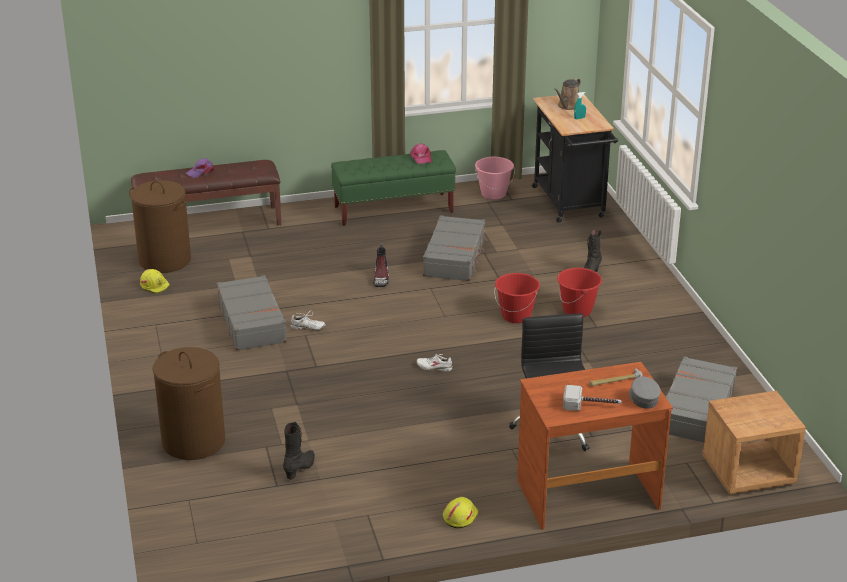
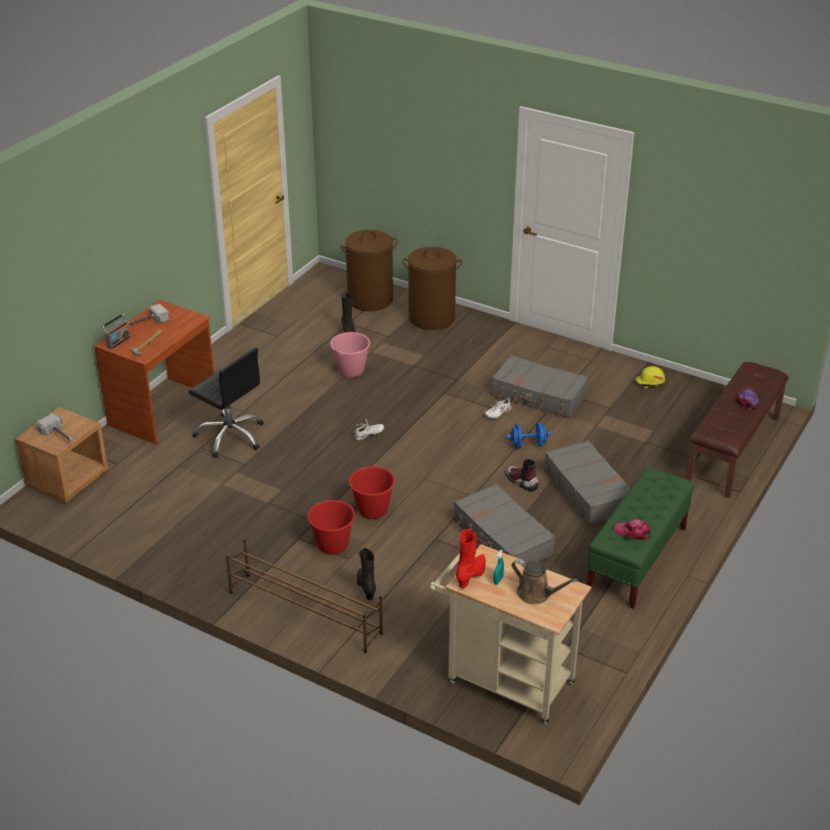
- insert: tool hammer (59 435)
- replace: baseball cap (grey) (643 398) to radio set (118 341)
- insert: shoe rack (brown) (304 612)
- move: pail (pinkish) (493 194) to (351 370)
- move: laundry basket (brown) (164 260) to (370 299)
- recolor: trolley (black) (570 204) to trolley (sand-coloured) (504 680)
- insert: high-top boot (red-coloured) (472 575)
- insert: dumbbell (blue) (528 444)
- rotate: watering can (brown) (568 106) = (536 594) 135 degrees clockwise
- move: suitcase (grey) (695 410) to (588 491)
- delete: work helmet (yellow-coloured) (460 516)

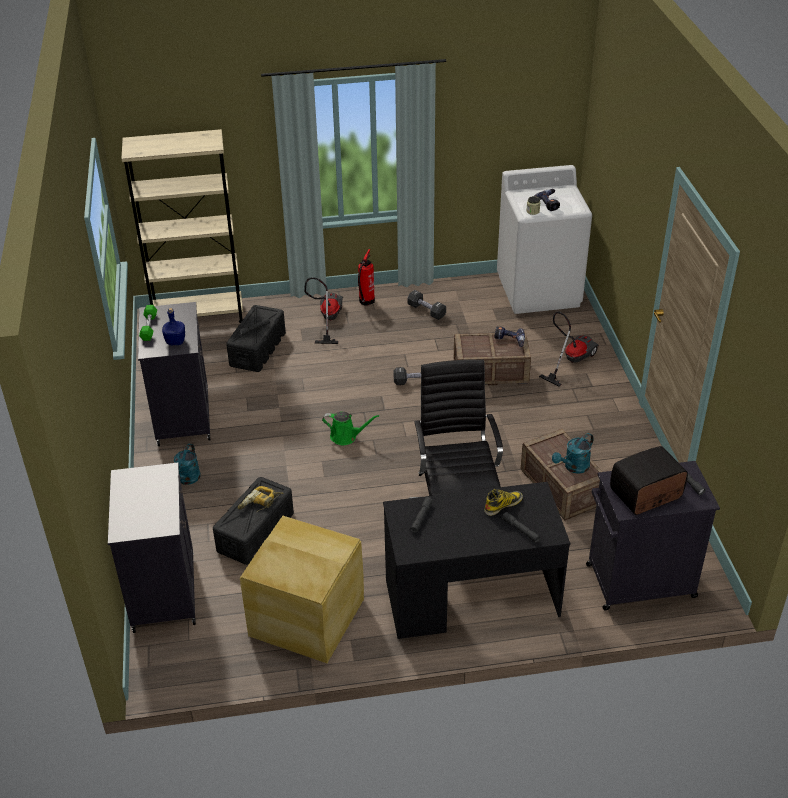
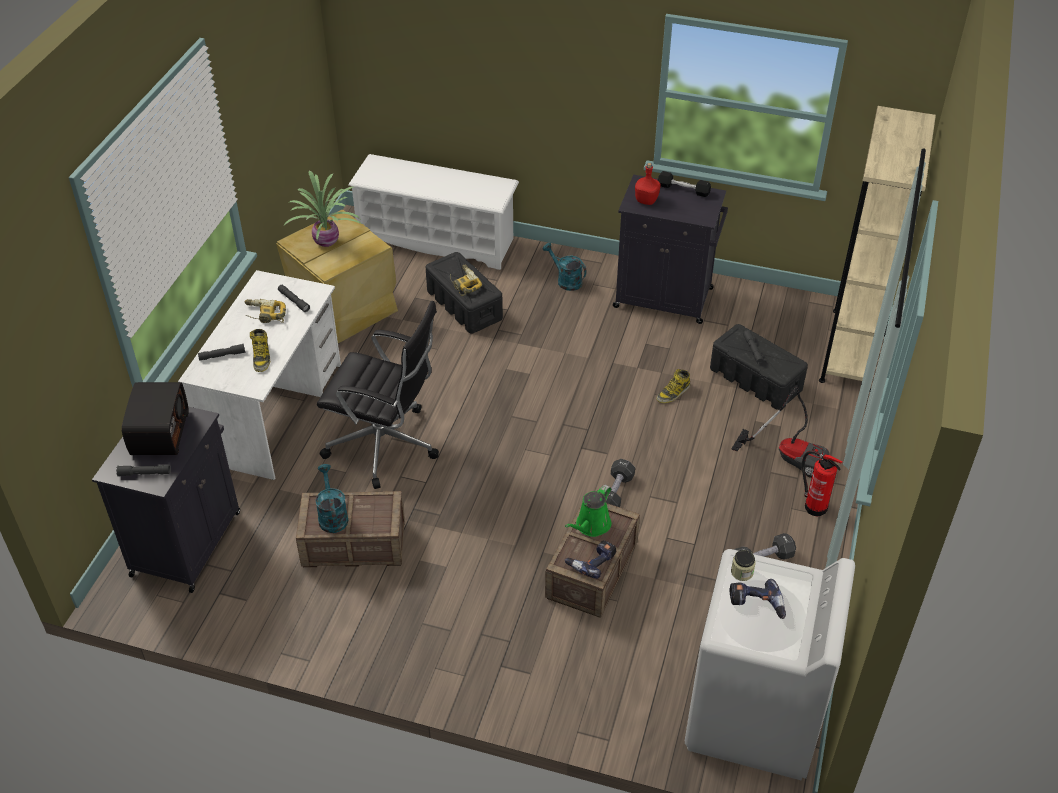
- recolor: desk table (black) (471 598) to desk table (whitish) (274 413)
- insert: power drill (265 315)
- insert: plant in a pot (327 241)
- replace: cupboard (black) (164 590) to shoe rack (whitish) (437 240)
- move: watering can (green) (346 437) to (591 526)
- recolor: drink bottle (blue) (175 342) to drink bottle (red-coloured) (646 200)
- insert: high-top boot (673 393)
- recolor: dumbbell (green) (149 327) to dumbbell (black) (683 189)
- delete: vacuum cleaner (570 360)

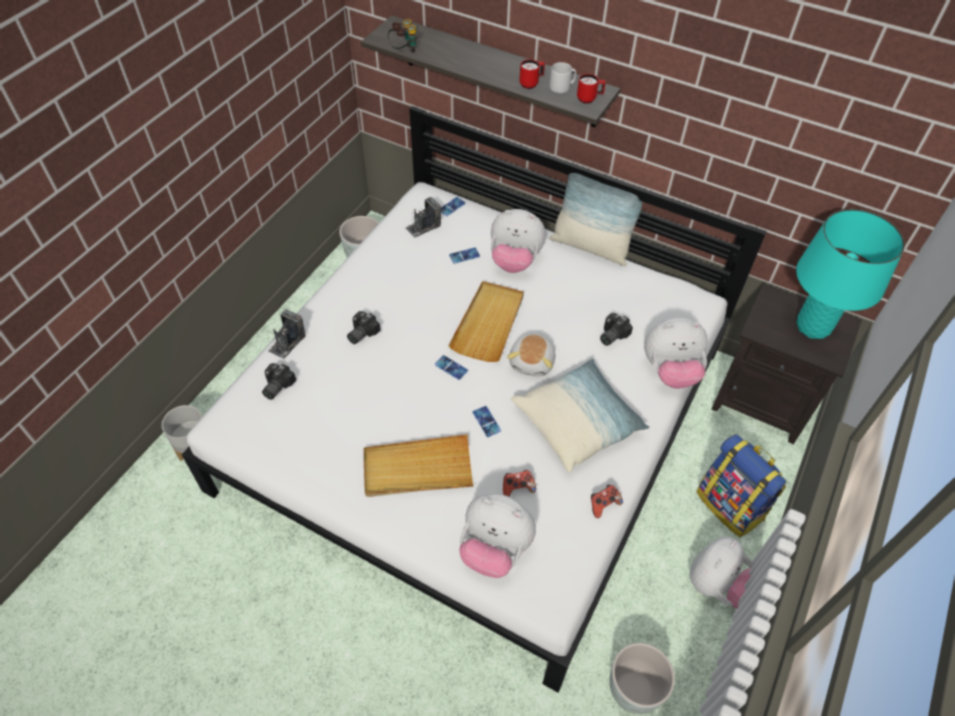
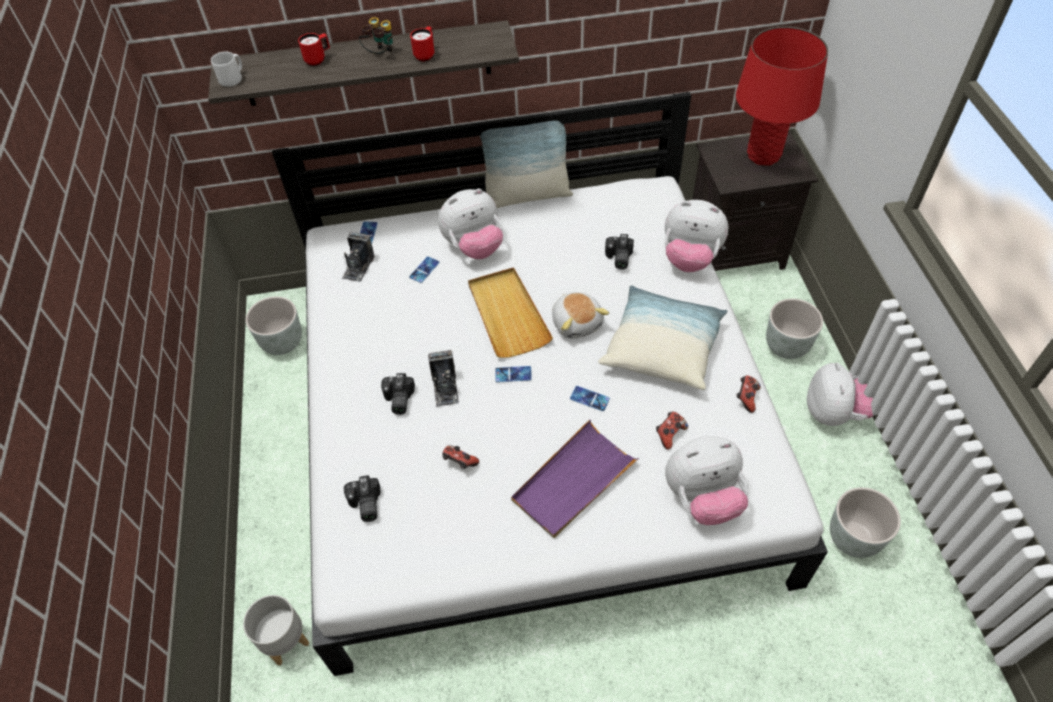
- move: tea mug (grey) (562 87) to (233 78)
- move: tea mug (red-coloured) (589 99) to (318 59)
- move: binoculars (403 50) to (380 54)
- move: photo camera (287 343) to (445 388)
- insert: game controller (460 463)
- recolor: tray (sand-coloured) (417 469) to tray (purple-coloured) (573 481)
- rotate: cuddly toy (670 371) = (690 258) 60 degrees clockwise
- recolor: table lamp (turquoise) (812 327) to table lamp (red-coloured) (763 156)
- replace: knapsack (731 505) to flower pot (grey) (787 346)

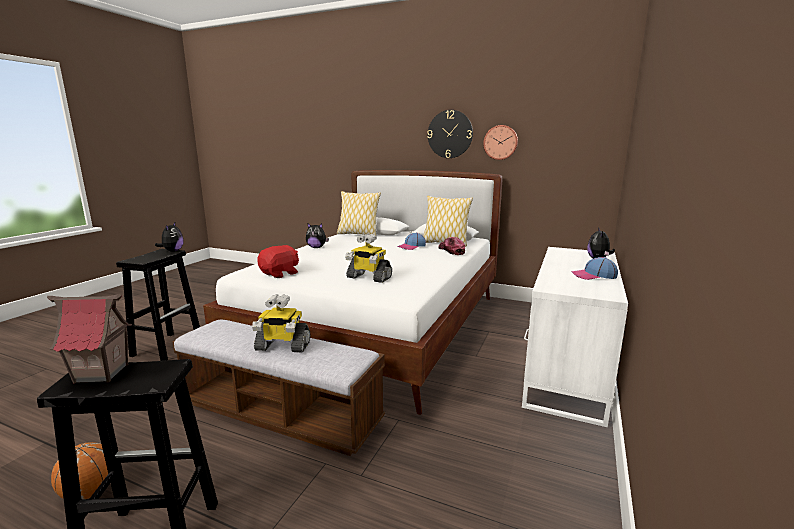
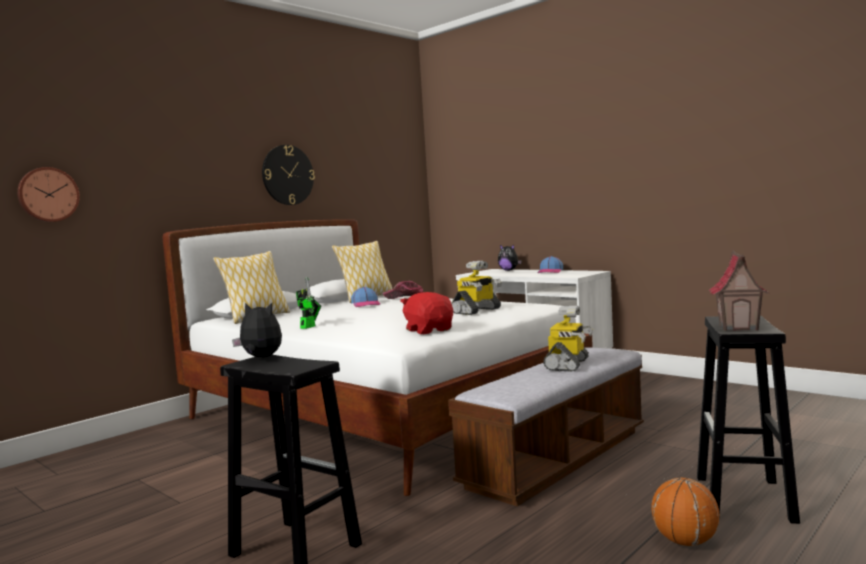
- move: clock on the wall (500 142) to (48 194)
- replace: cuddly toy (316 247) to model robot (309 326)

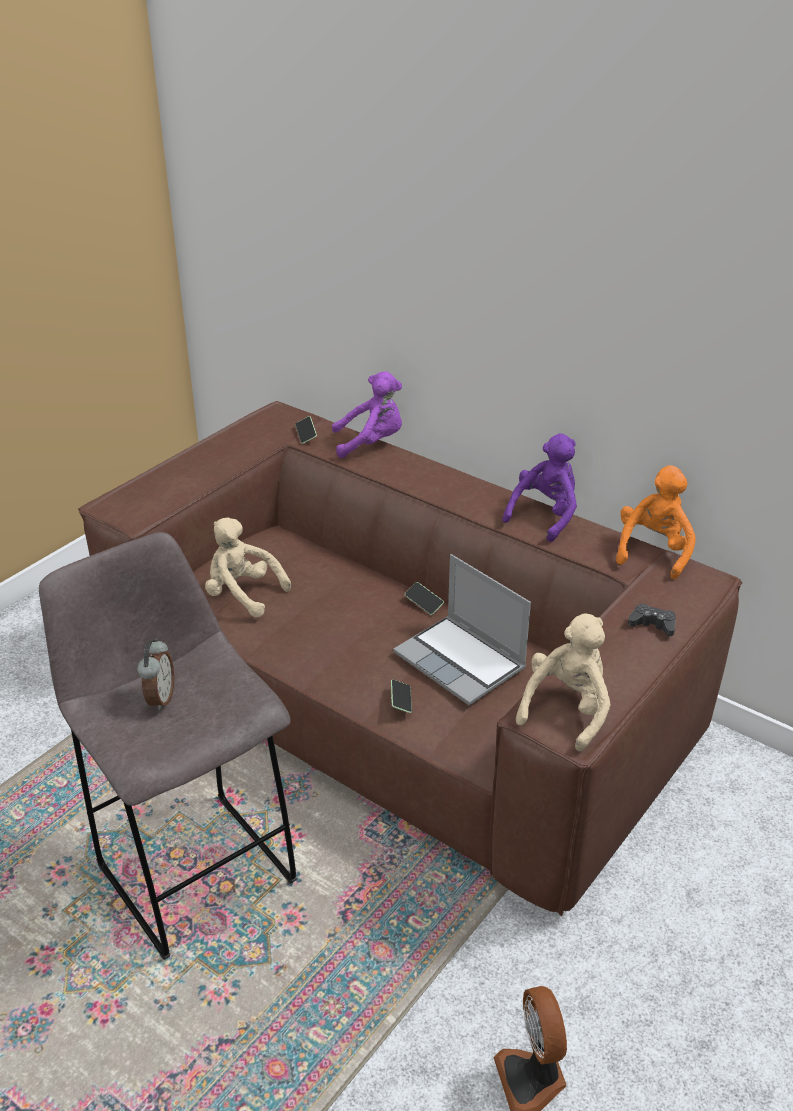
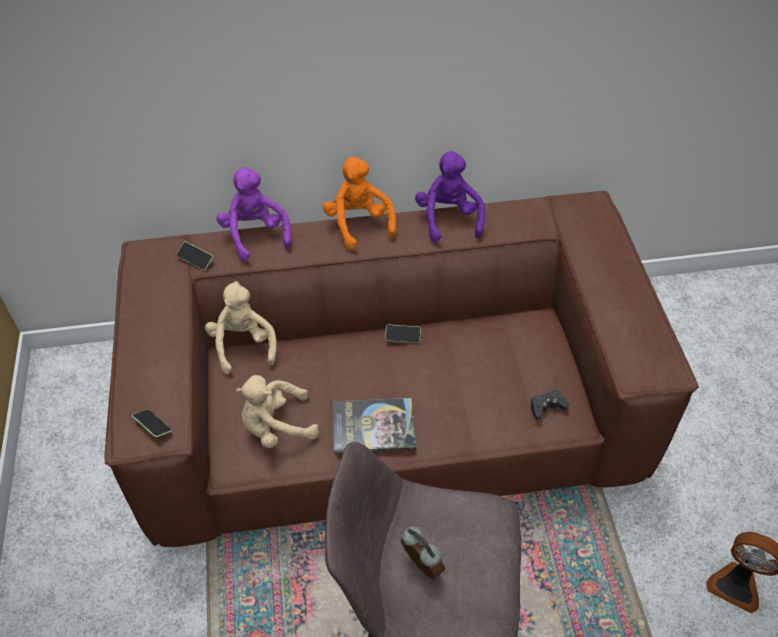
- move: handset (401 701) to (153 426)
- move: cuddly toy (sand-coloured) (567 709) to (243 344)
- rotate: cuddly toy (purple-coloured) (371 443) = (255 234) 60 degrees counterclockwise
- move: cuddly toy (orangey) (653 551) to (358 223)
- insert: volume (373 426)
- move: game controller (black) (652 624) to (547 407)
- delete: notebook computer (462 662)

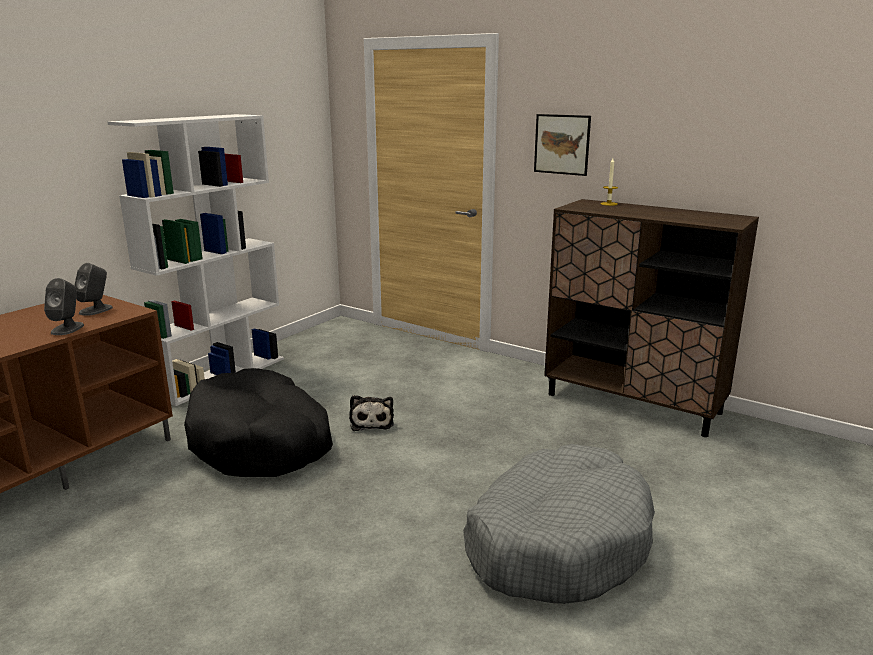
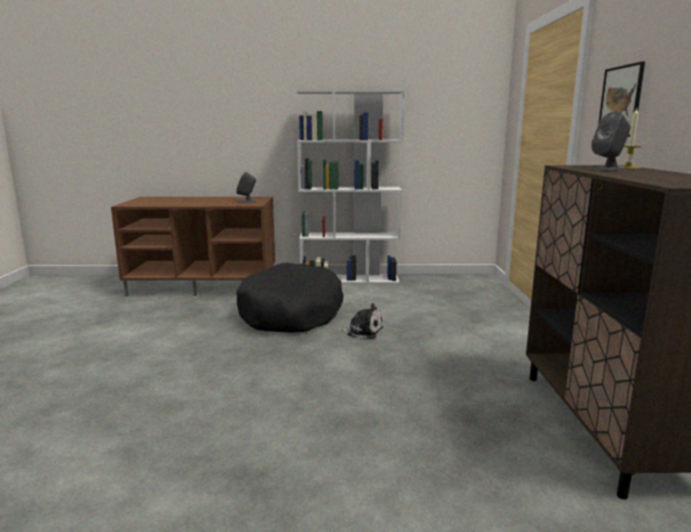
- rotate: cuddly toy (371 422) = (362 331) 120 degrees counterclockwise
- move: loudspeaker (grey) (67 328) to (607 169)
- delete: dog cushion (grey) (557 542)

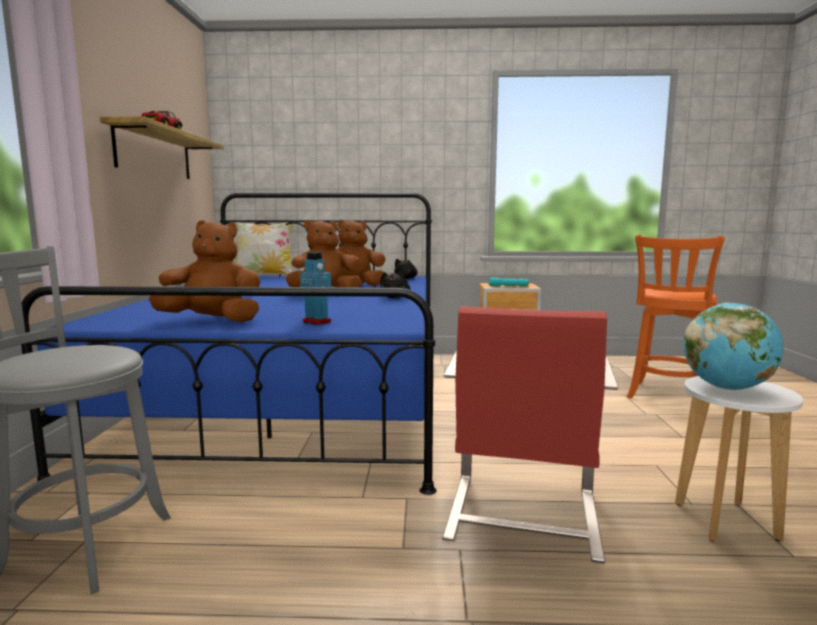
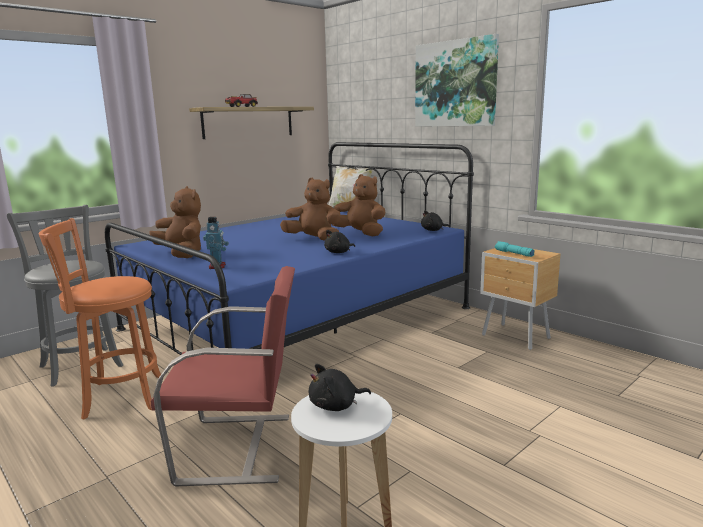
- move: stool seat (orangey) (666 397) to (119 396)
- rotate: plain chair (red-coloured) (521 517) = (239 448) 150 degrees counterclockwise
- replace: world globe (727 388) to cuddly toy (black) (336 406)
- insert: picture (455 84)

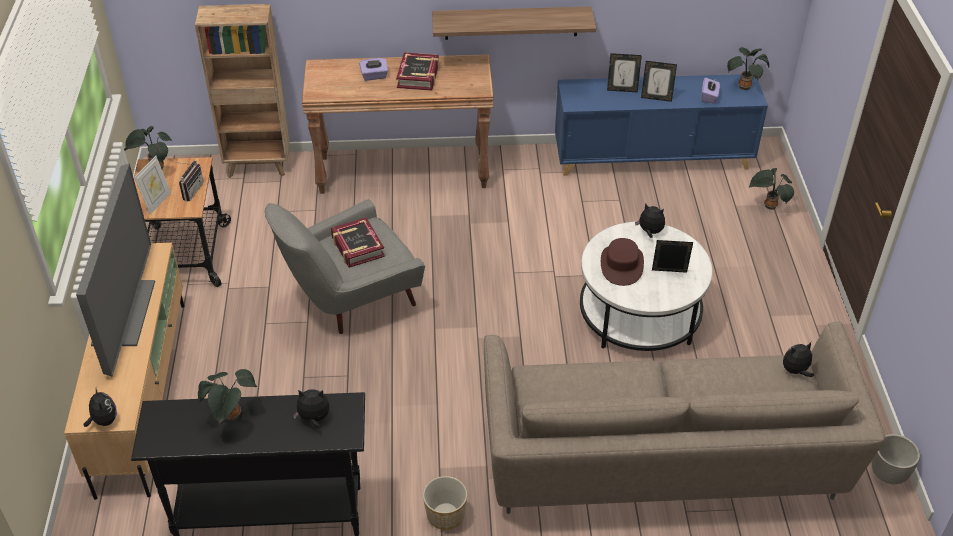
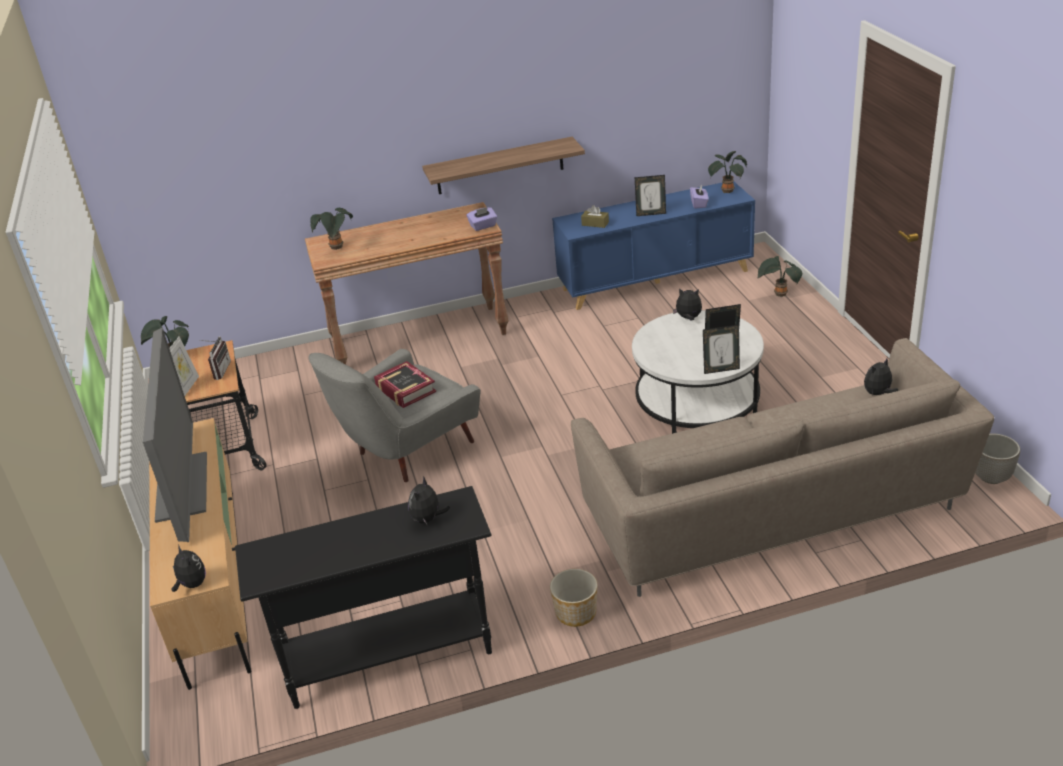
- move: plant in a pot (232 417) to (337 248)
- rotate: cuddly toy (314 419) = (428 519) 60 degrees counterclockwise
- move: box of tissues (purple-coloured) (374 76) to (483 226)
- insert: box of tissues (brown) (595 224)
- move: picture frame (622 90) to (721 369)
- delete: bookcase (brown) (258 166)
- delete: volume (418 76)
- delete: wearable hat (brown) (621 265)

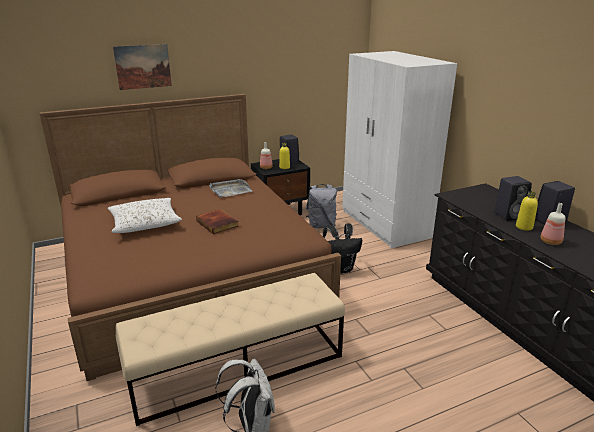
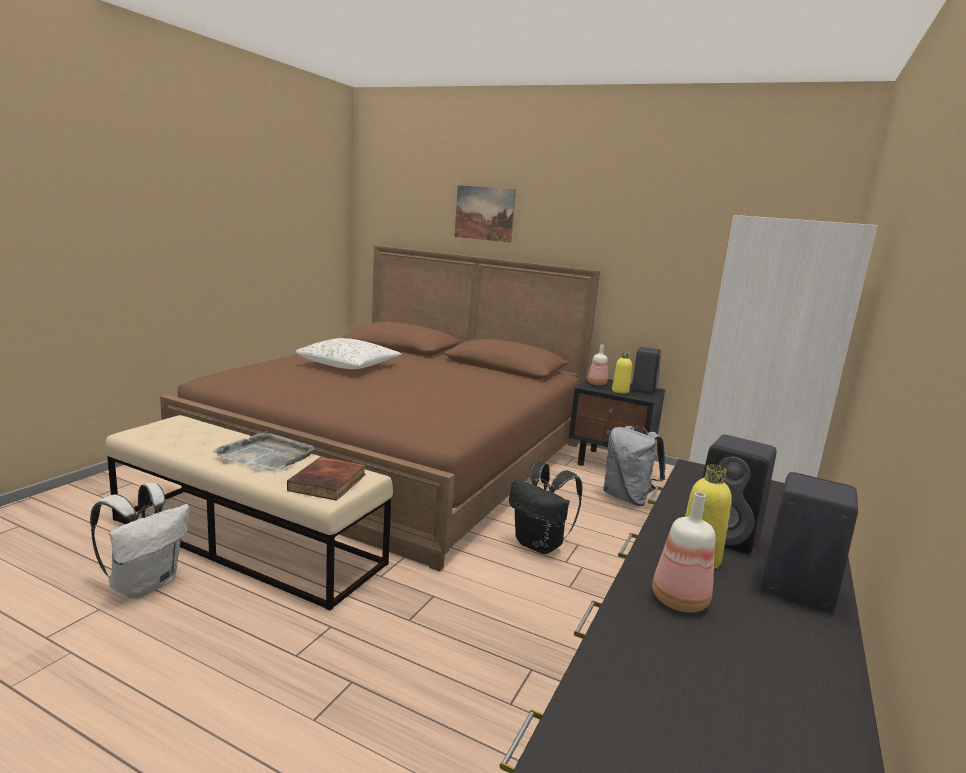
- move: tray (grey) (230 190) to (266 455)
- move: volume (218 223) to (329 483)

